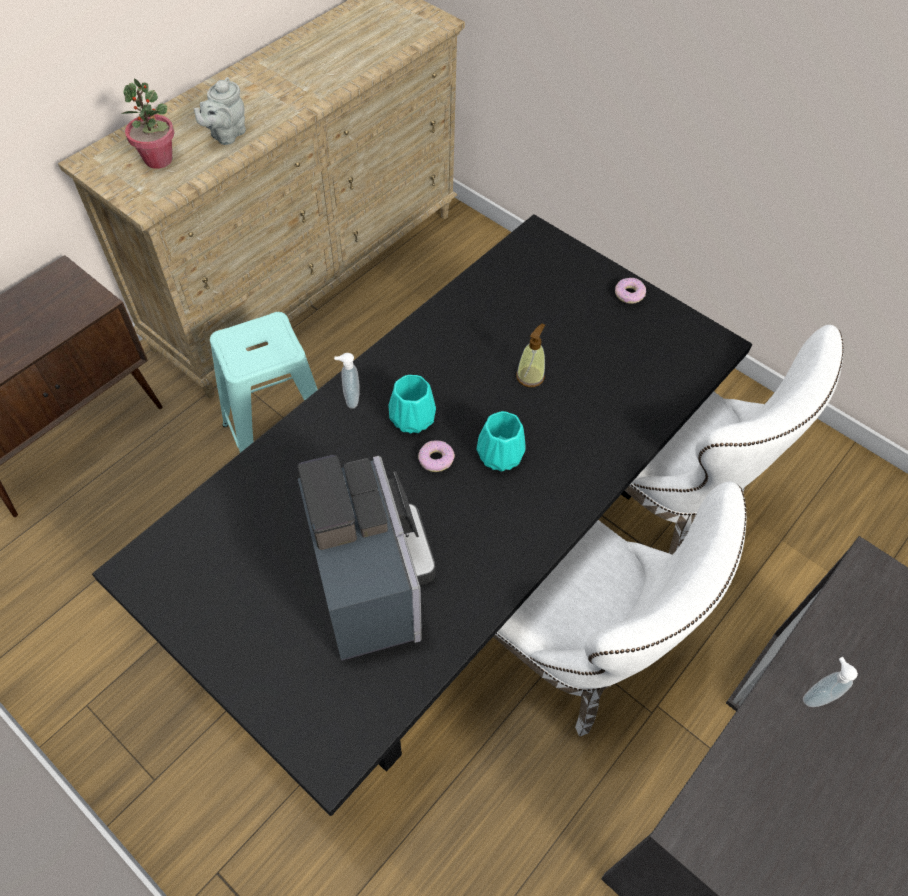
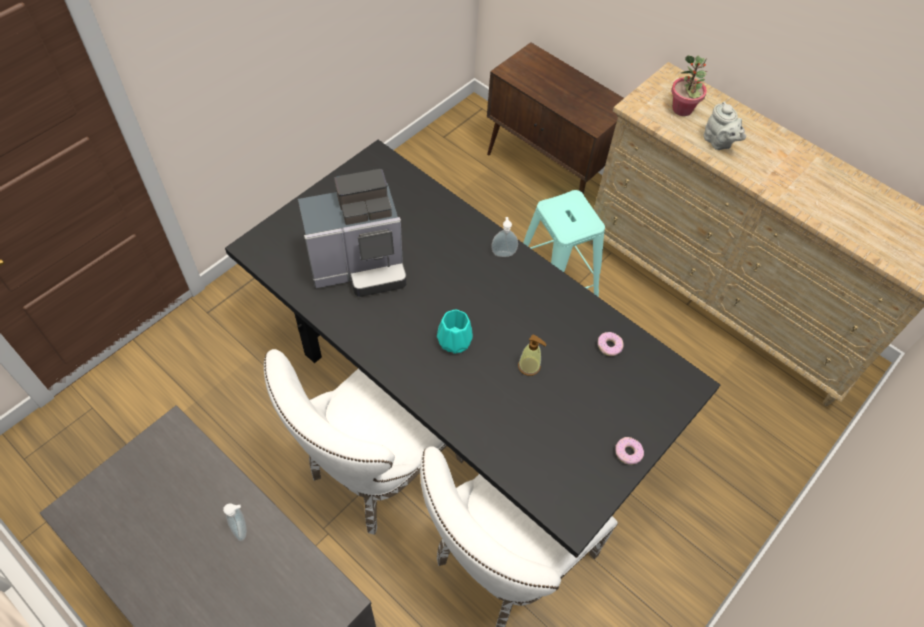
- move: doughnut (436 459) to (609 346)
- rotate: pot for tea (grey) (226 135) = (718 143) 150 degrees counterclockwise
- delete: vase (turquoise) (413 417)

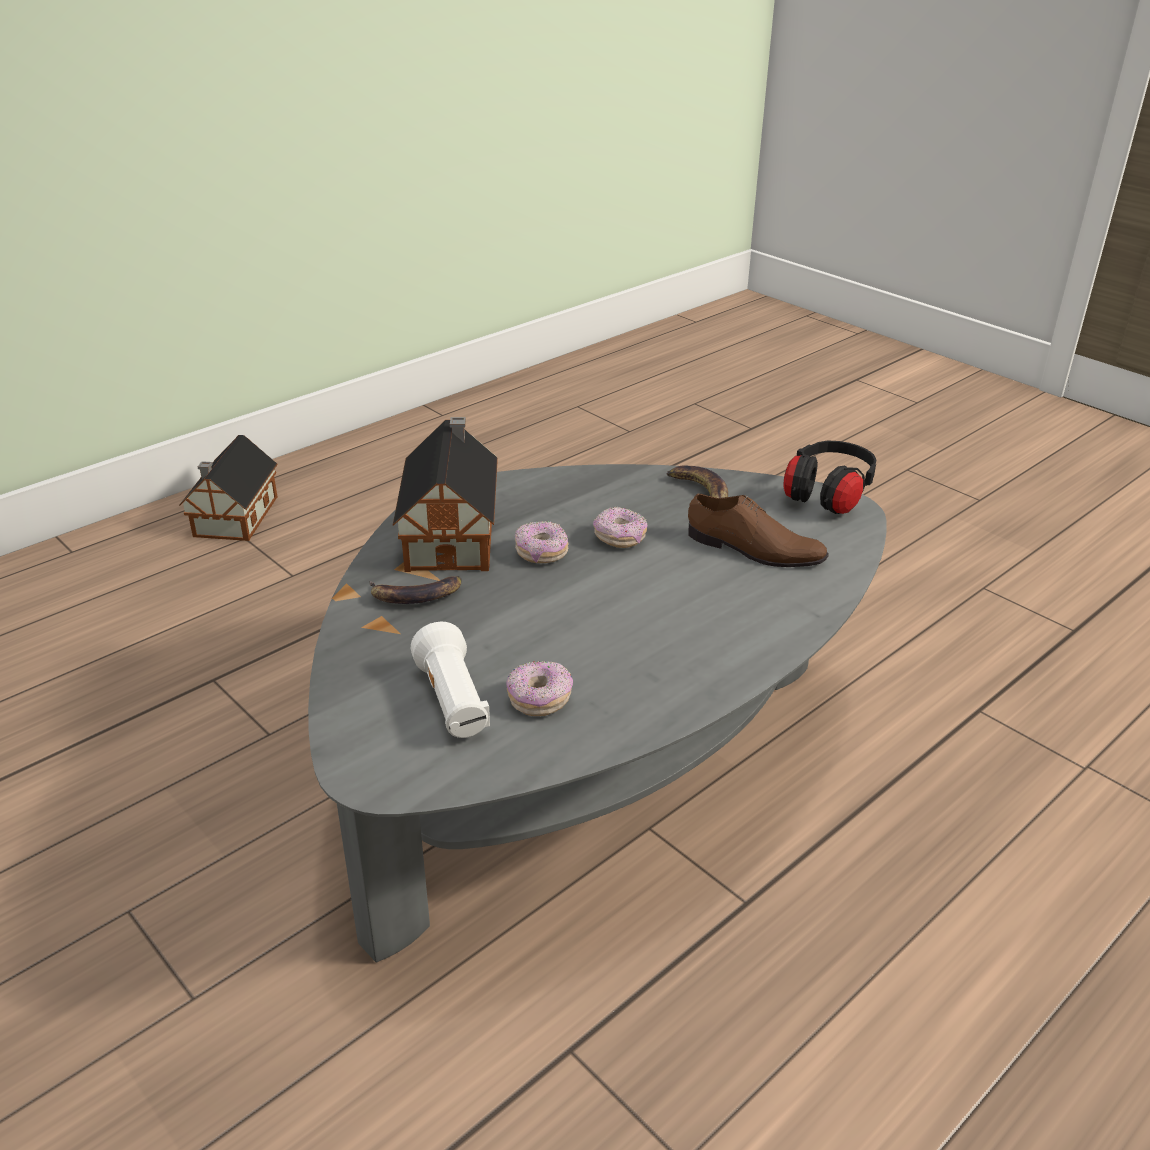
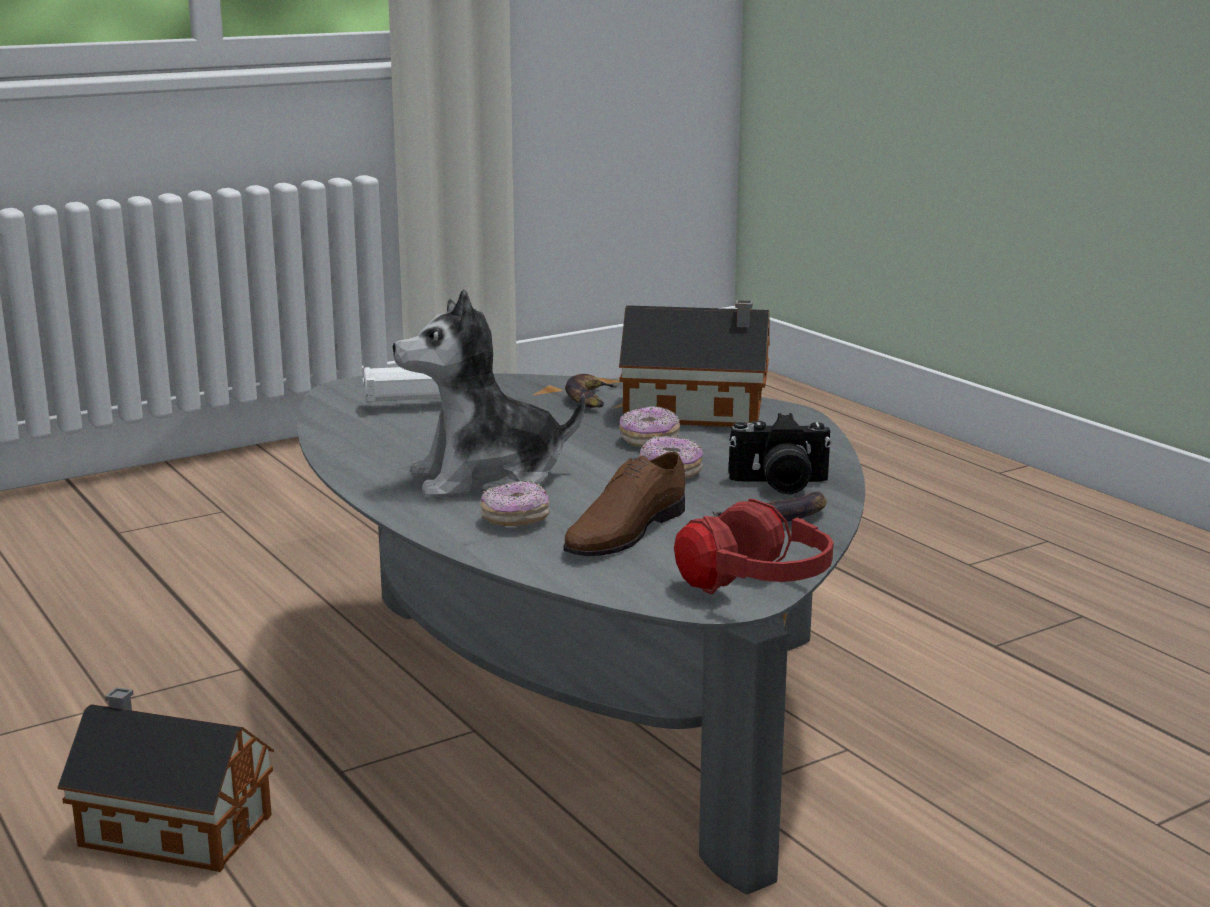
- move: toy house (233 518) to (170 828)
- insert: cuddly toy (487 479)
- move: doughnut (539 699) to (515 520)
- recolor: headphones (black) (827 497) to headphones (red-coloured) (753 590)
- insert: photo camera (779 484)

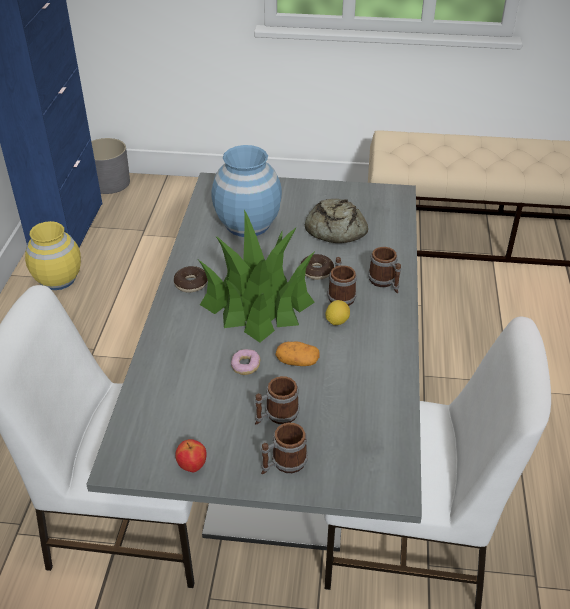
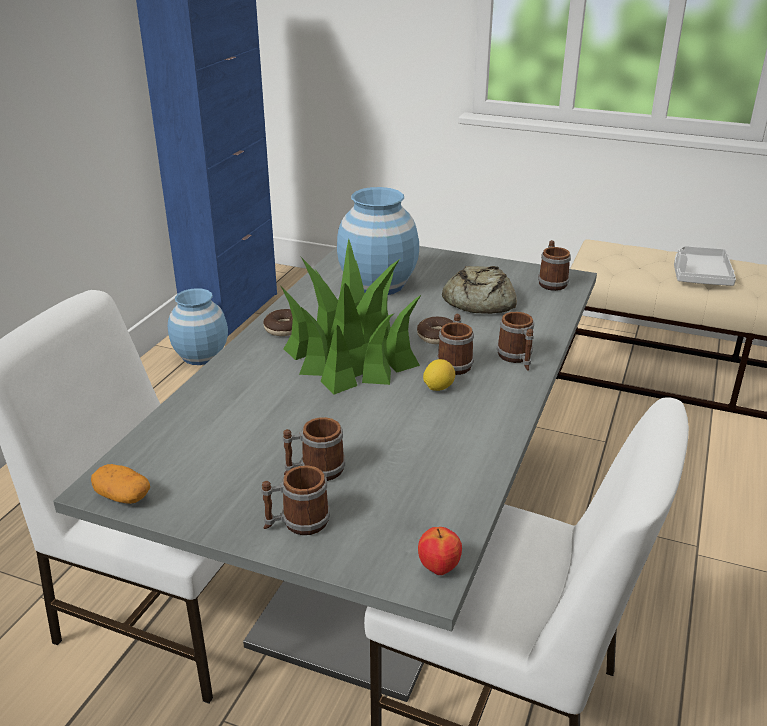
- move: whole potato (297 362) to (122 497)
- recolor: vase (yellow-coloured) (58 279) to vase (blue) (201 356)
- move: apple (192 466) to (439 568)
- insert: tea mug (551 282)
- insert: tray (grey) (700 275)
- delete: flower pot (grey) (109 183)
- delete: doughnut (245 366)

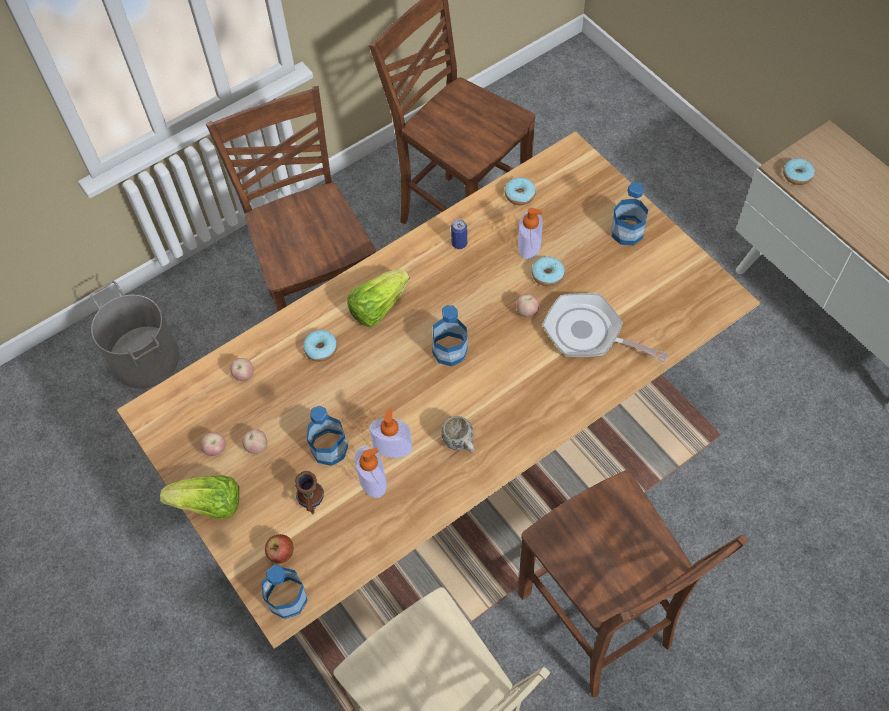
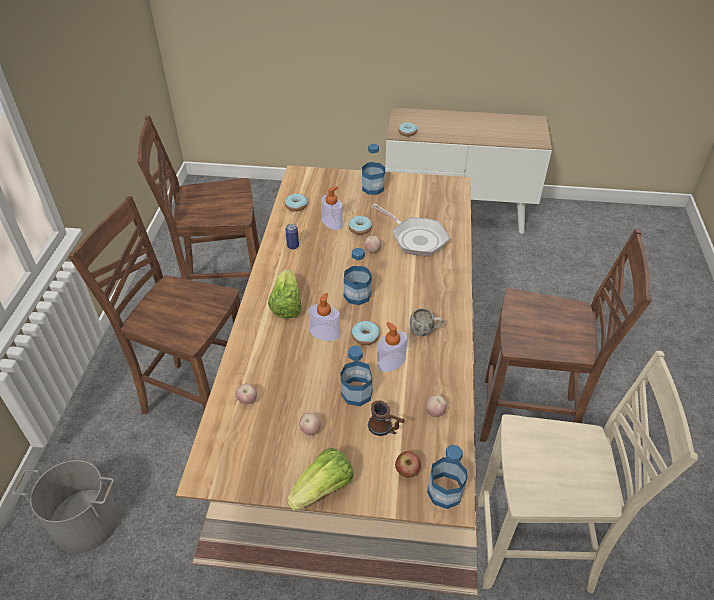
- move: liquid soap bottle (372 480) to (325 333)
- move: doughnut (321 349) to (365 336)
- rotate: pan (588 333) = (415 238) 120 degrees counterclockwise
- move: apple (215 449) to (435 412)

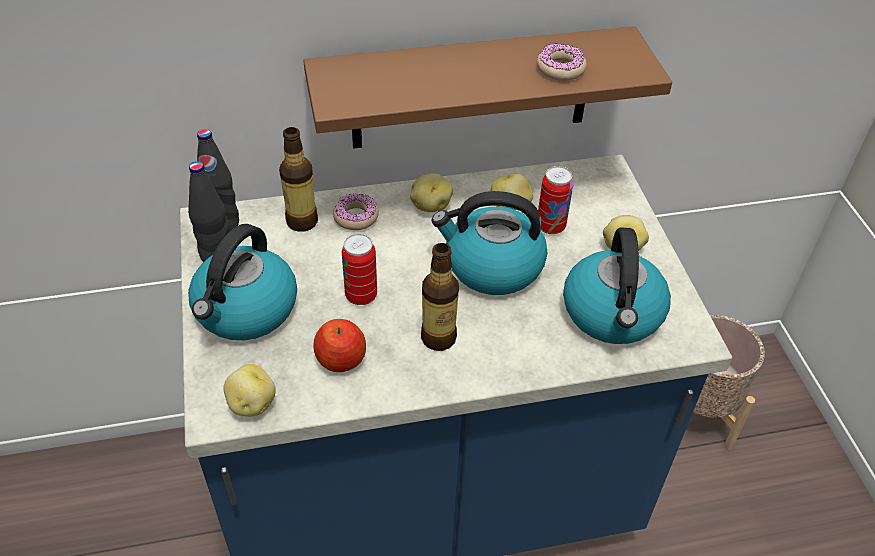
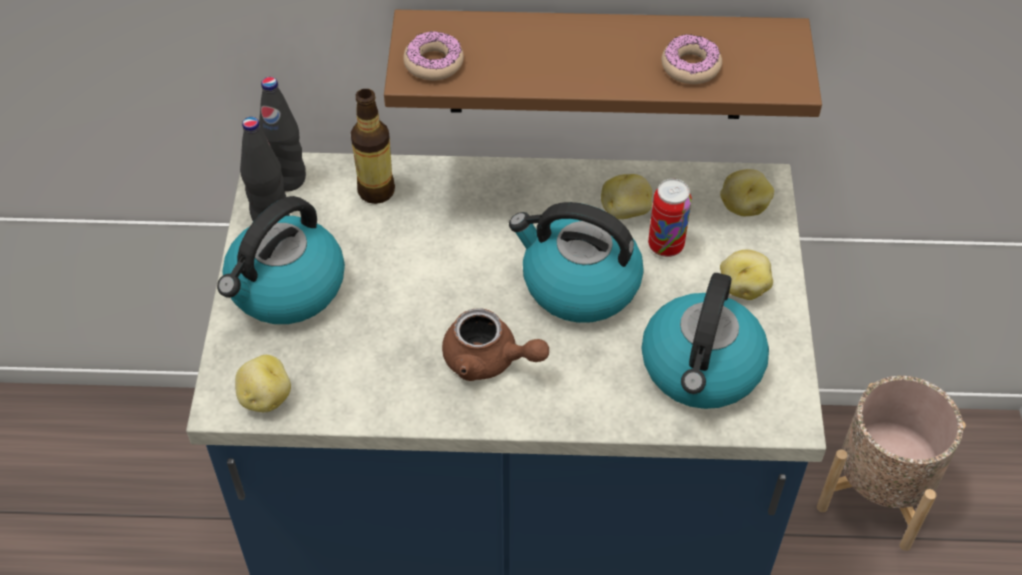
- move: doughnut (356 217) to (433 63)
- replace: drink bottle (438 338) to pot for tea (brown) (489 360)
- move: whole potato (430 205) to (743 206)
- delete: apple (341 359)
- delete: sealed can (361 295)

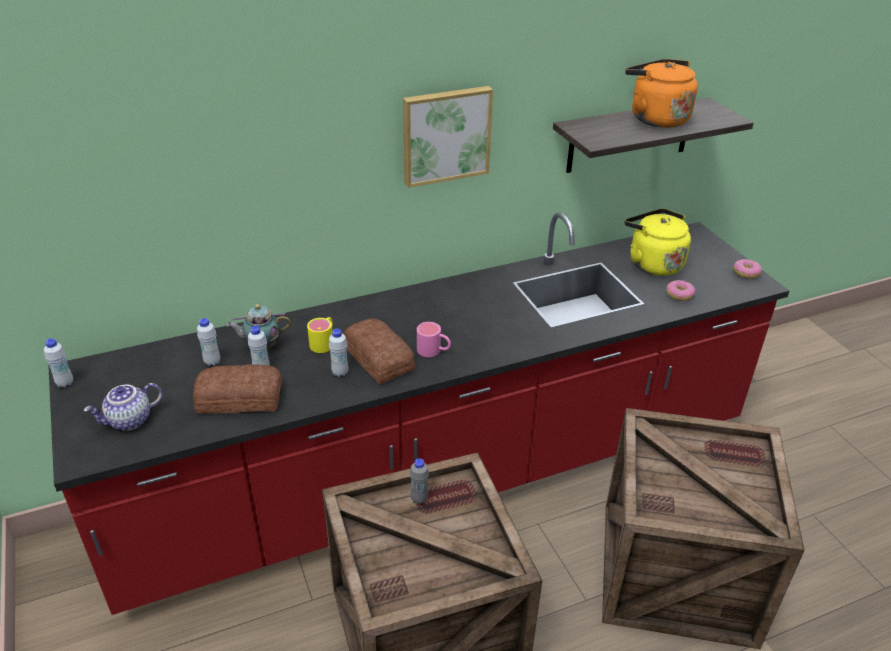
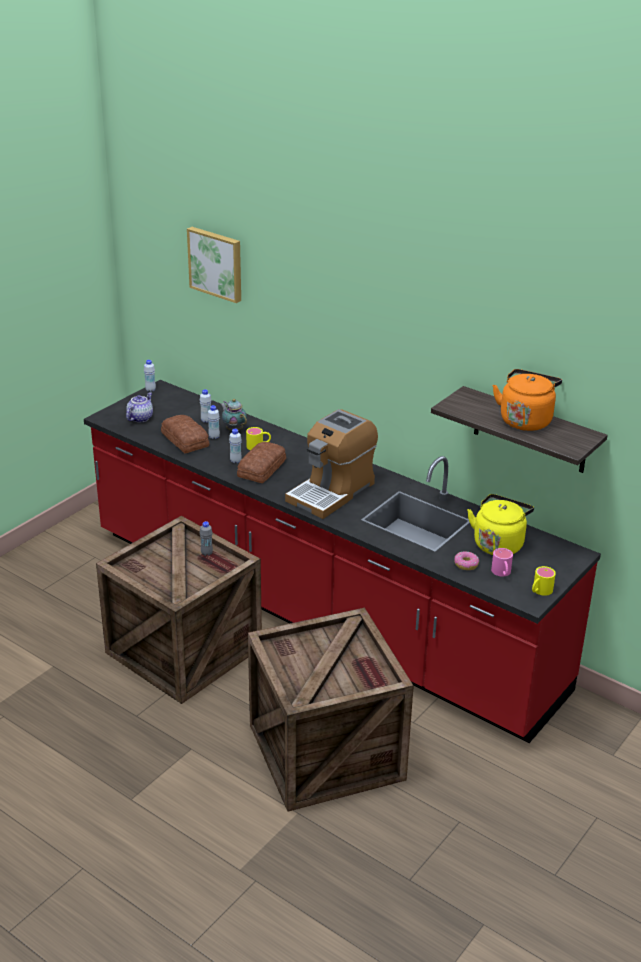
- rotate: pot for tea (129 421) = (140 418) 90 degrees clockwise
- move: picture (445 135) to (216 263)
- insert: coffee maker (332 491)
- move: tea mug (pinkish) (434 351) to (502 573)
- replace: doughnut (746 273) to tea mug (yellow-coloured) (540 591)

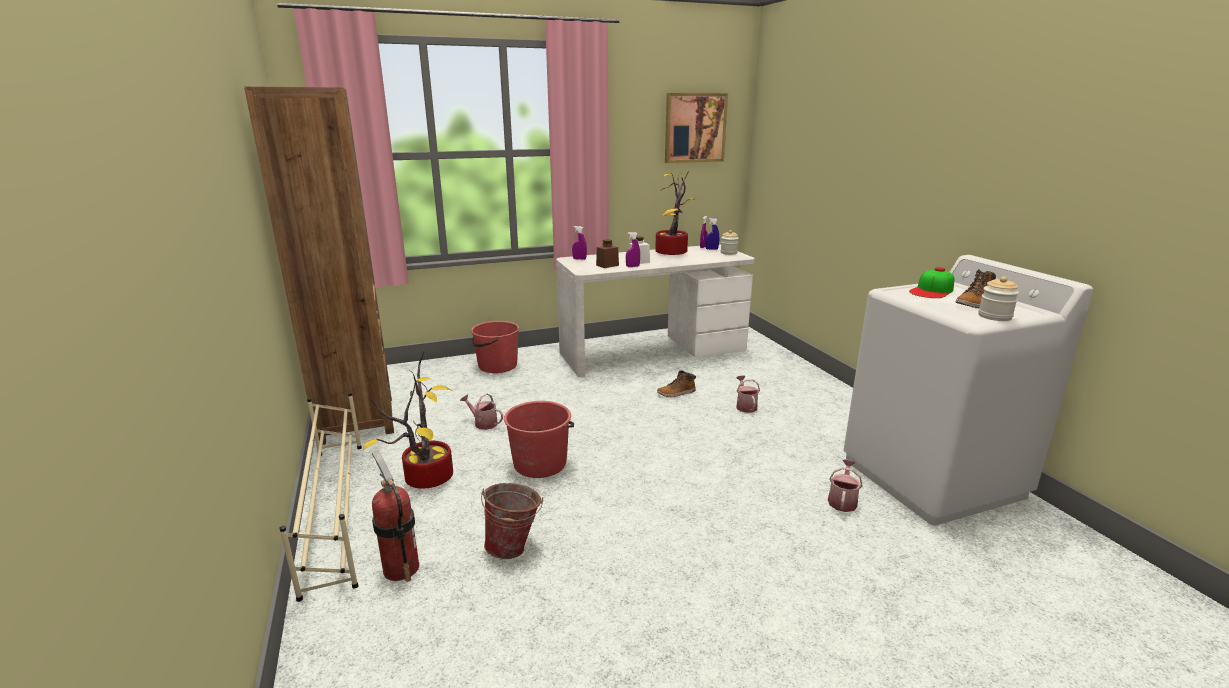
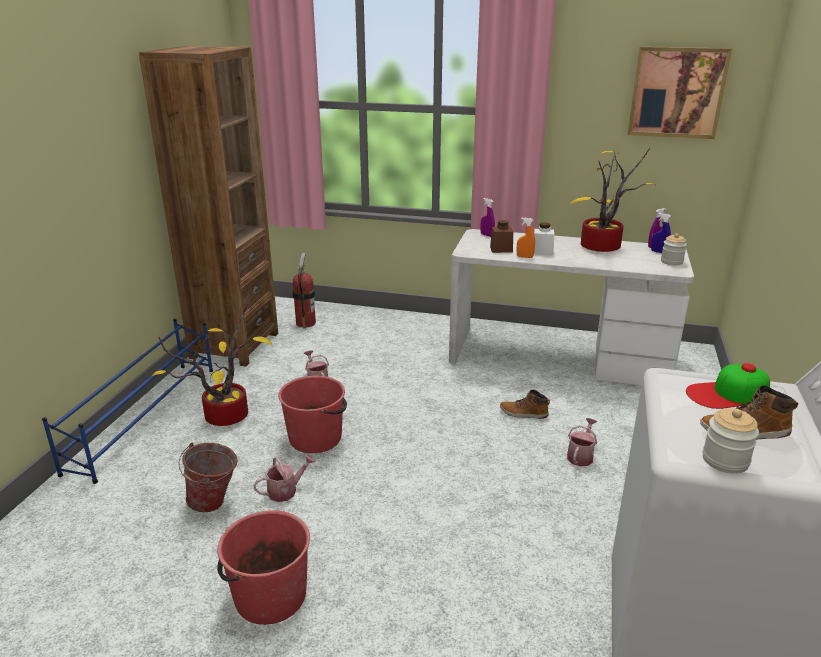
- recolor: shoe rack (sand-coloured) (335 509) to shoe rack (blue) (146 416)
- move: pail (red-coloured) (497 366) to (269 596)
- move: watering can (842 500) to (286 491)
- move: extinguisher (401 568) to (305 323)
- recolor: sprayer (purple-coloured) (632 266) to sprayer (orangey) (524 257)

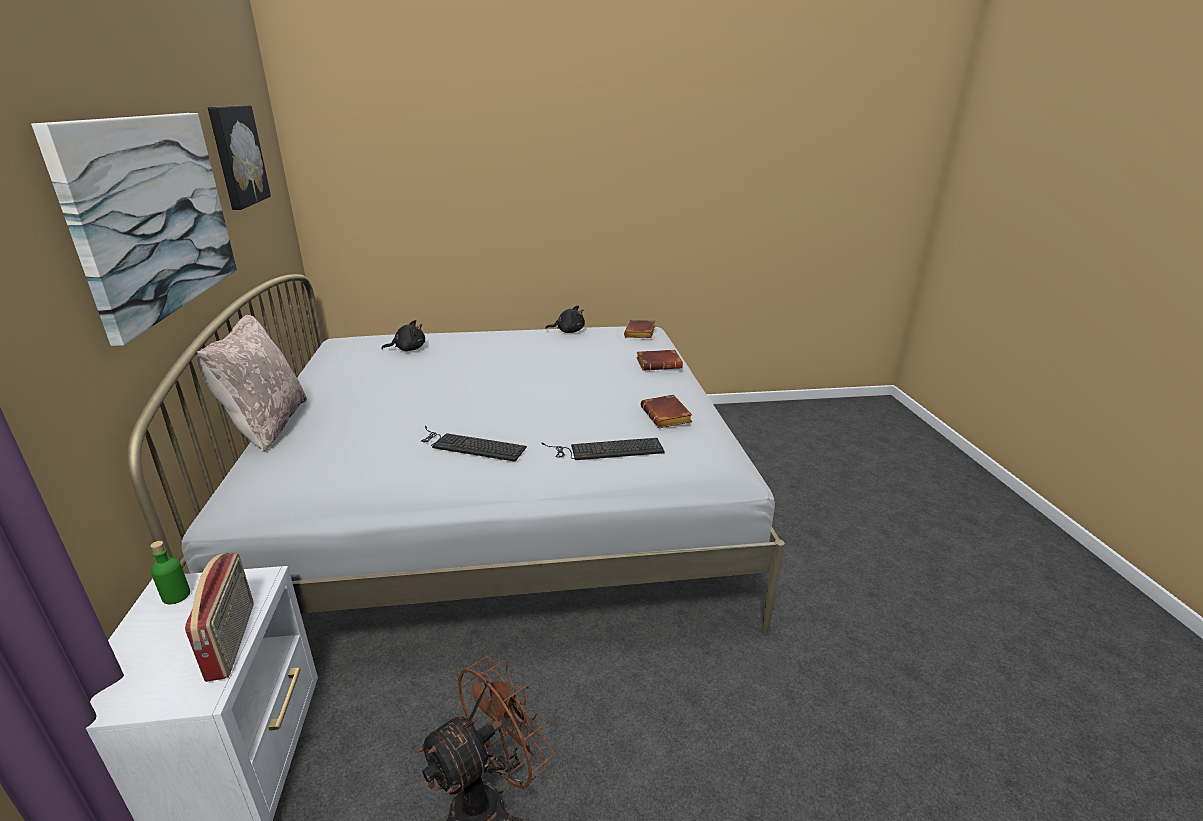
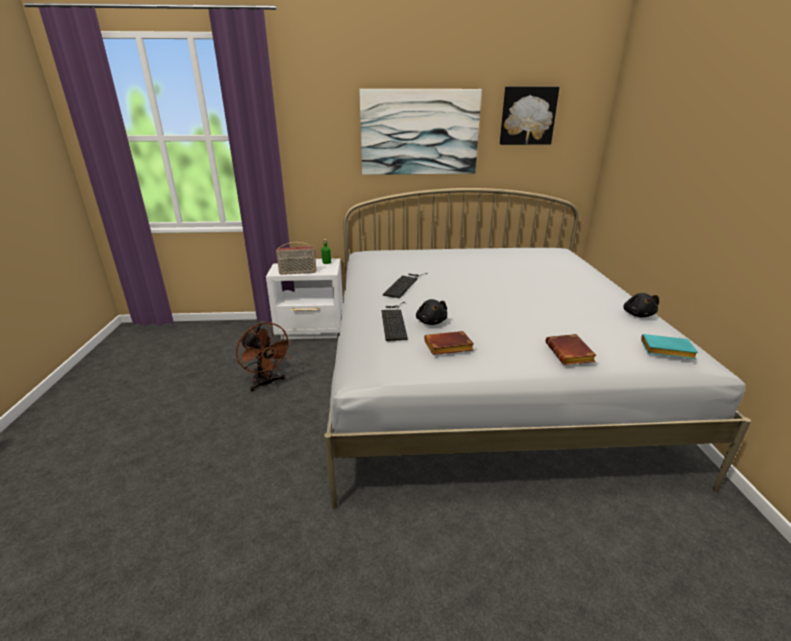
- move: cuddly toy (black) (408 349) to (431 321)
- recolor: volume (brown) (641 333) to volume (turquoise) (665 351)
- delete: throw pillow (sand-coloured) (266 425)

